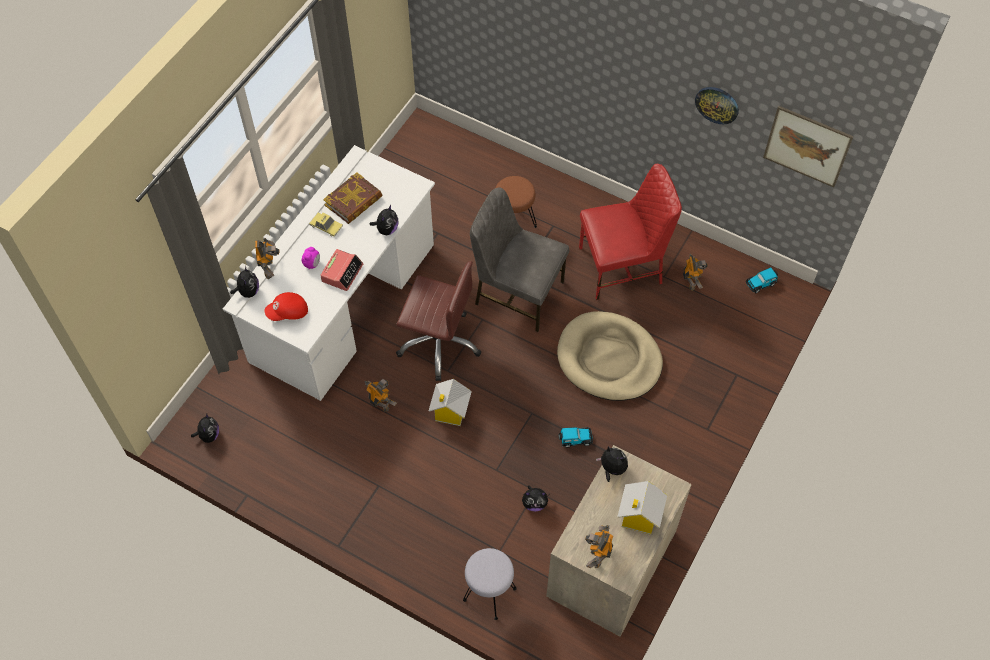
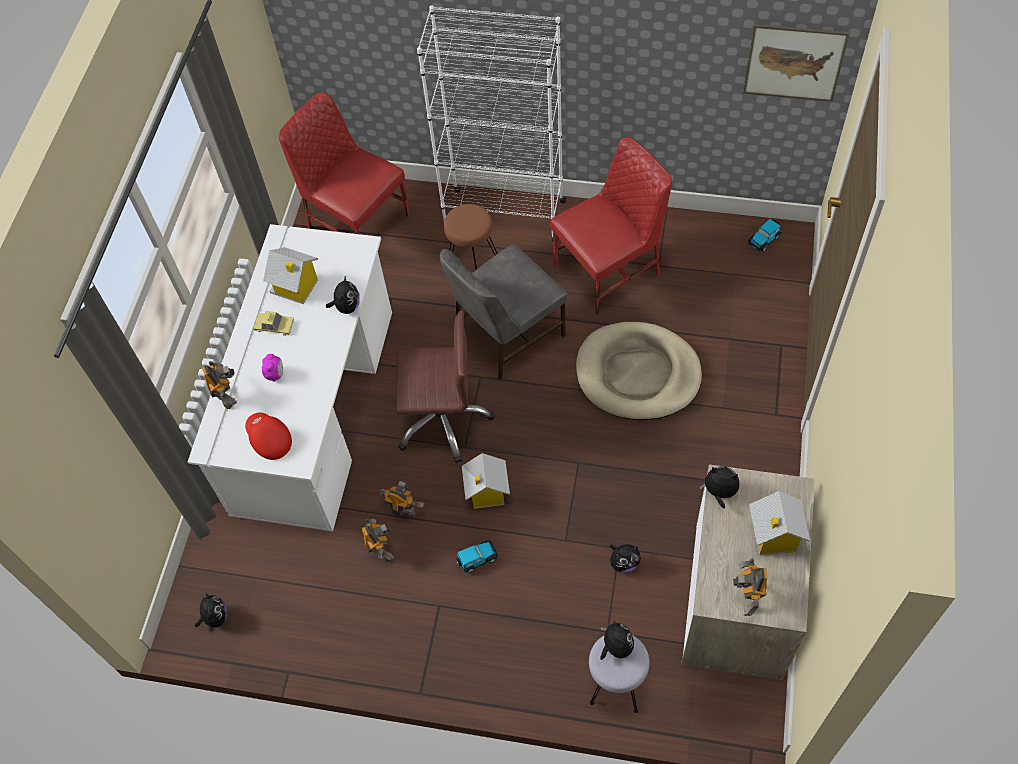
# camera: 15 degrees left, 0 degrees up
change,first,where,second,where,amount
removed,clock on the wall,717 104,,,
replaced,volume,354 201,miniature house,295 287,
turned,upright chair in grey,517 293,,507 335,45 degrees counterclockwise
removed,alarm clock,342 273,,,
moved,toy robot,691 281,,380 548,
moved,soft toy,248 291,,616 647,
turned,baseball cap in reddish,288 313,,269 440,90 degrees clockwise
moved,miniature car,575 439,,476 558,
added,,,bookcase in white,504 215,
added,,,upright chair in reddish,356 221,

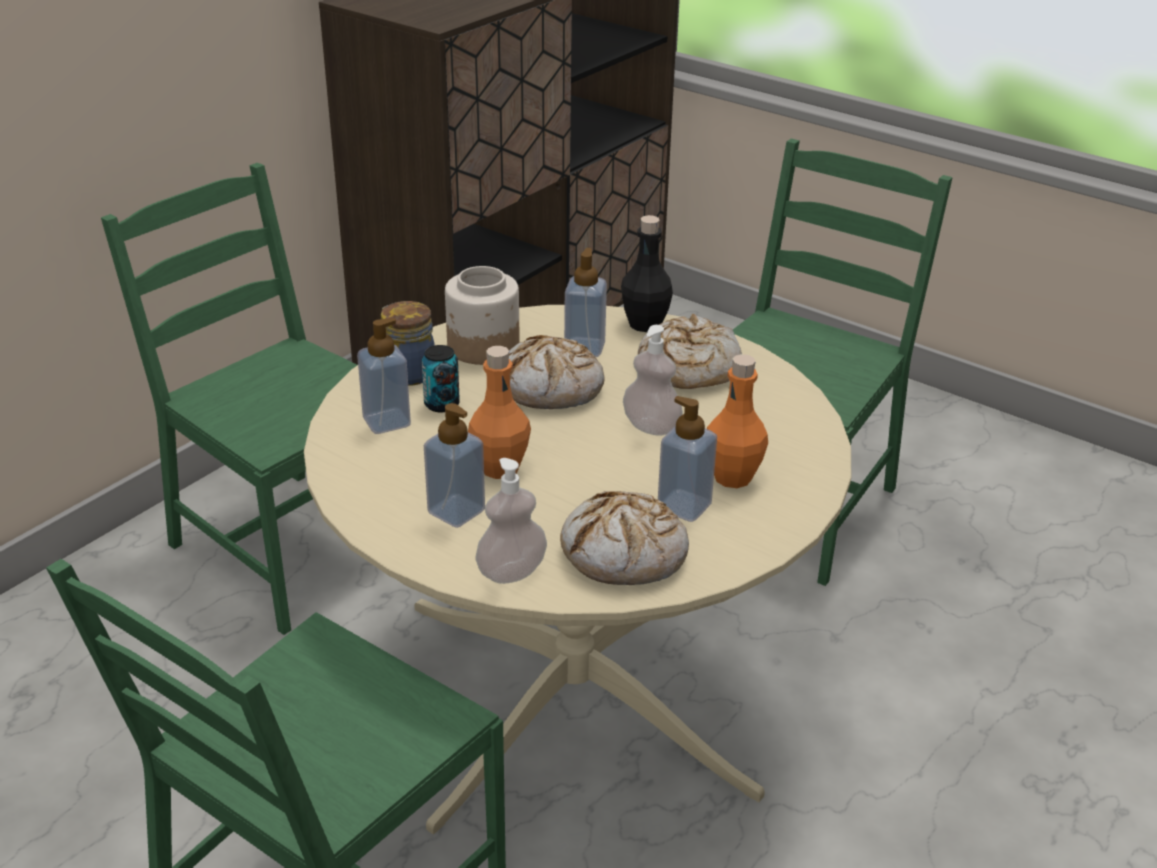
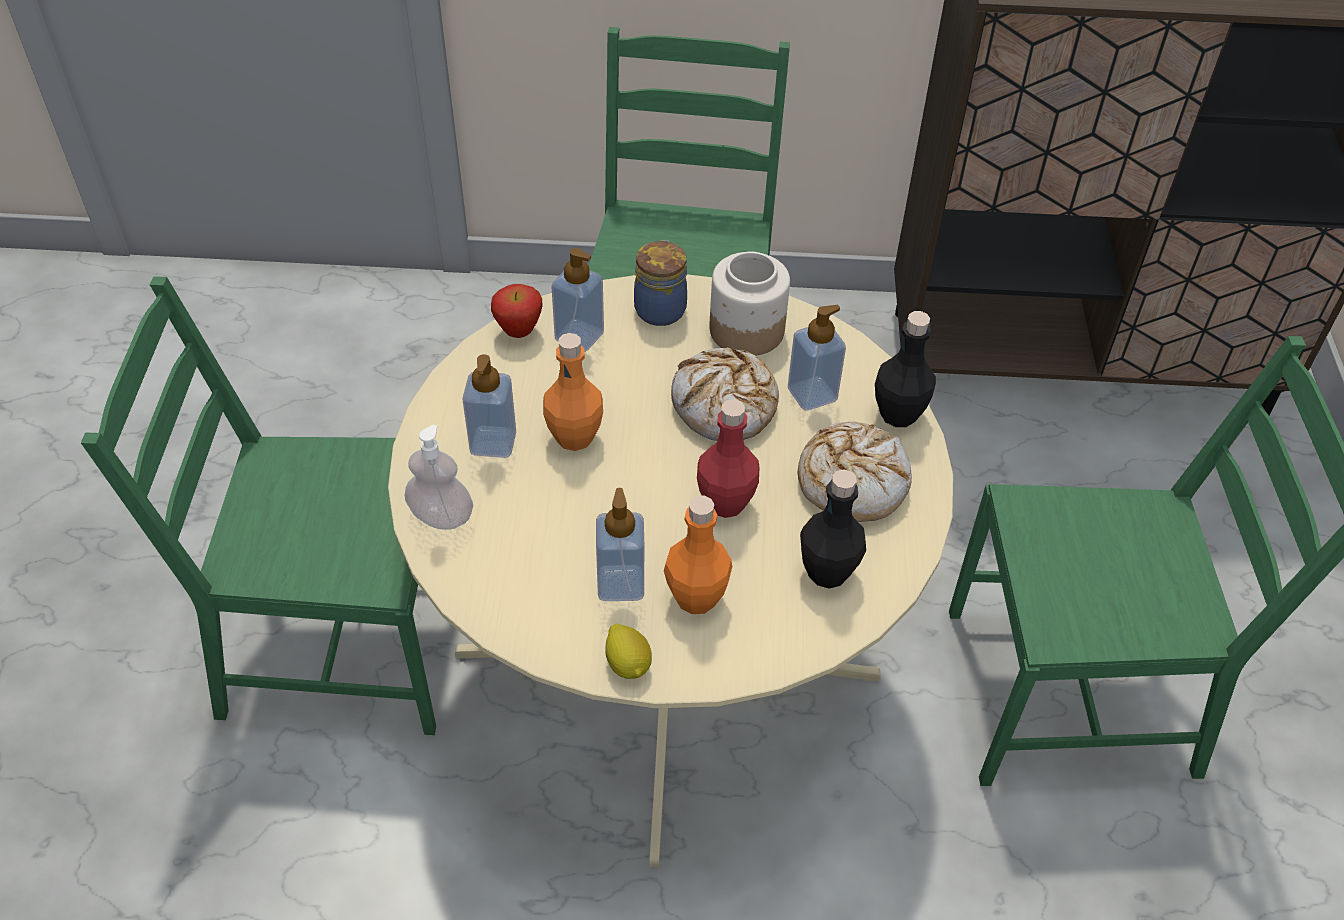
# camera: 55 degrees right, 15 degrees up
change,first,where,second,where,amount
replaced,liquid soap bottle,651 426,drink bottle in reddish,725 502,
removed,sealed can,442 404,,,
removed,bakery bread,625 553,,,
added,,,apple,519 332,
added,,,drink bottle in black-coloured,827 572,
added,,,citrus fruit,628 664,

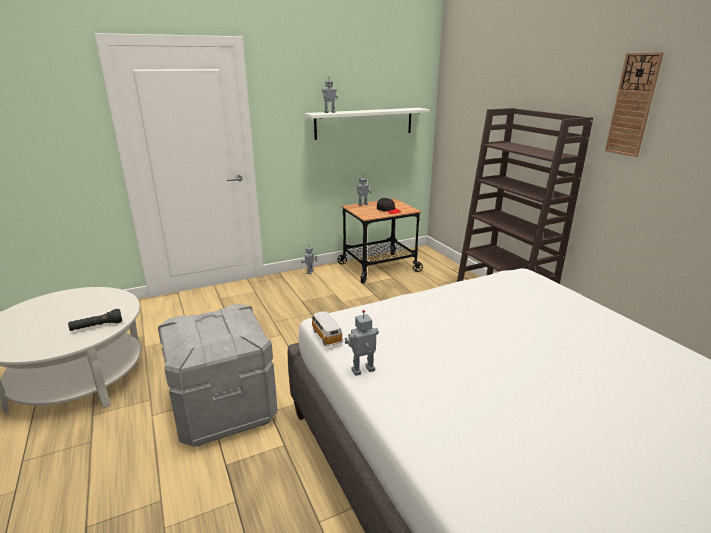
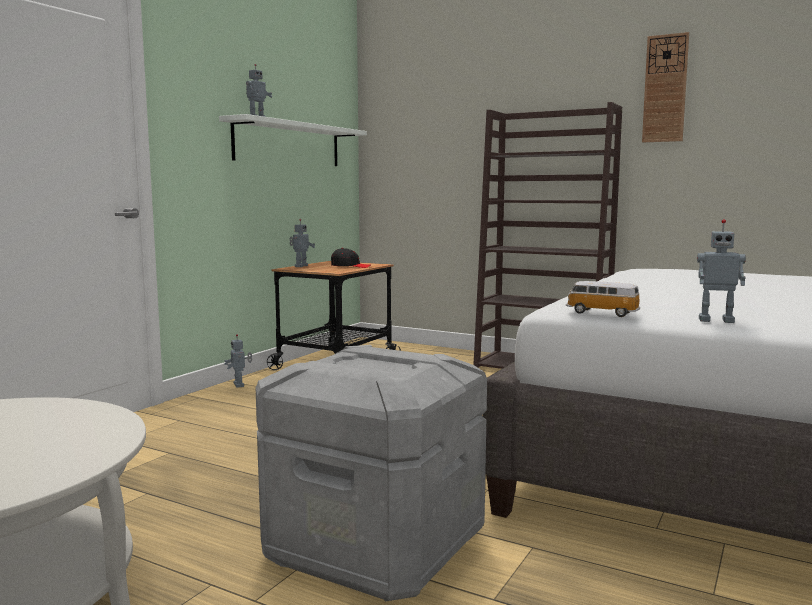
# camera: 35 degrees left, 15 degrees down
change,first,where,second,where,amount
removed,flashlight in black-coloured,97 327,,,
turned,toy robot,363 371,,716 320,105 degrees counterclockwise

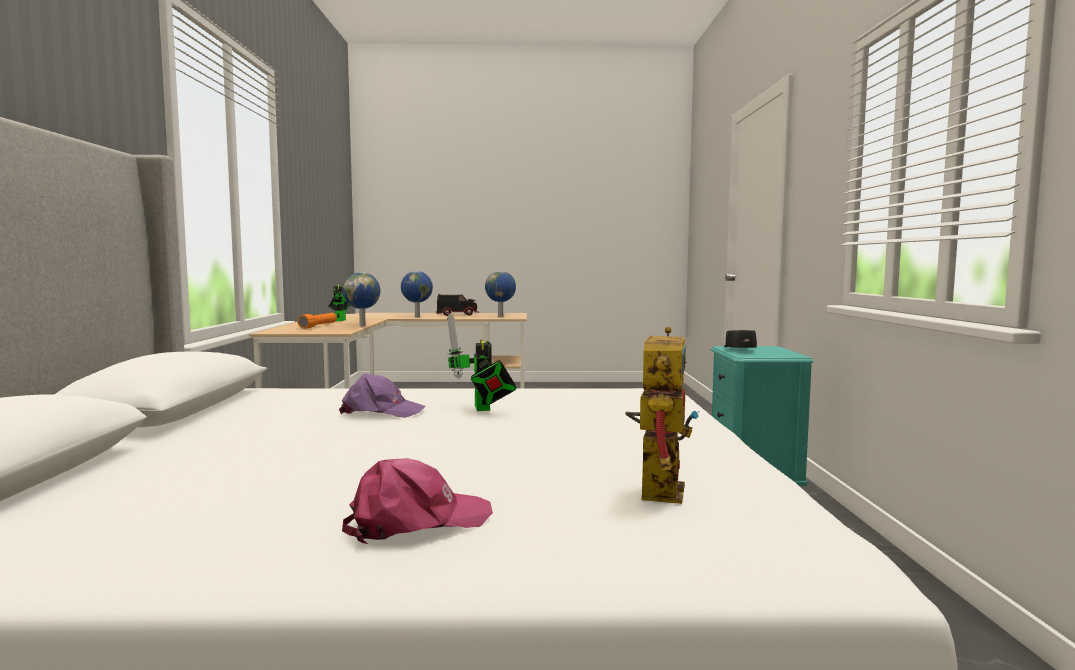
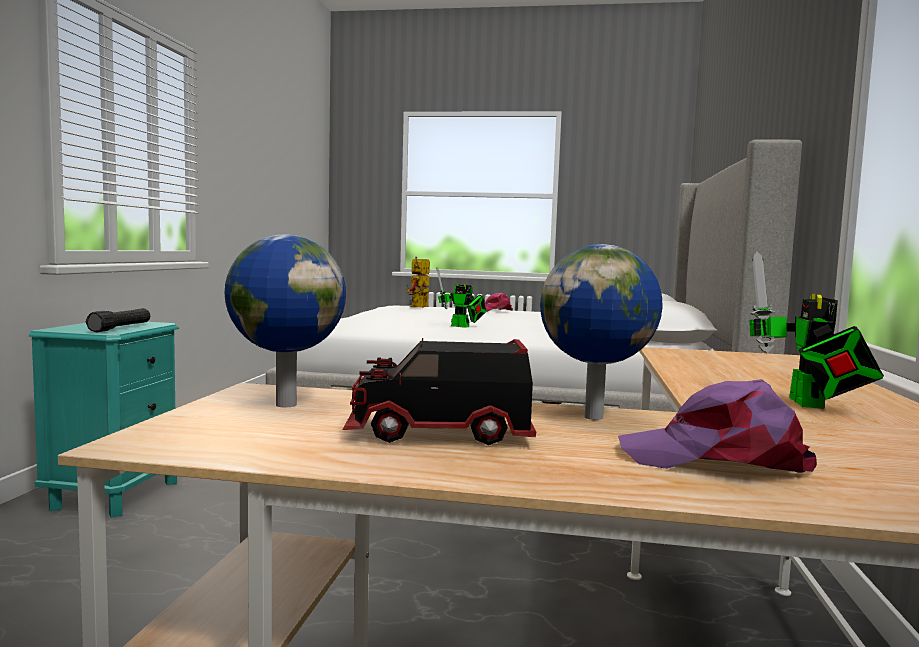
# camera: 170 degrees left, 0 degrees up
change,first,where,second,where,amount
removed,globe,363 325,,,
removed,flashlight in orange-coloured,318 326,,,
turned,toy robot,482 409,,462 326,120 degrees clockwise
replaced,baseball cap in black-coloured,738 349,flashlight in black-coloured,120 328,
moved,baseball cap in purplish,381 411,,716 459,

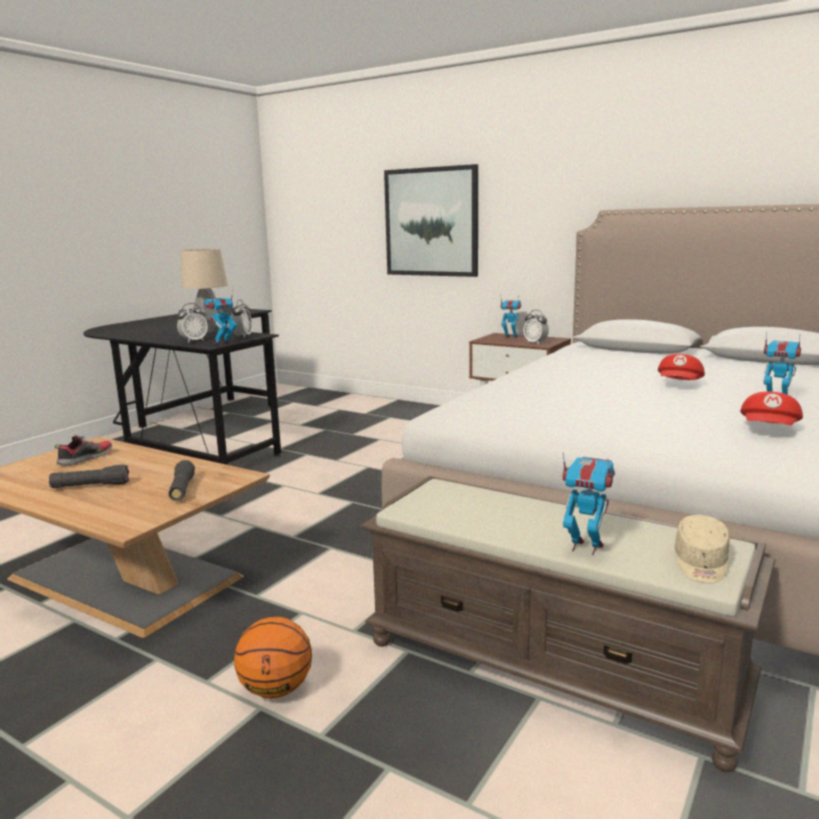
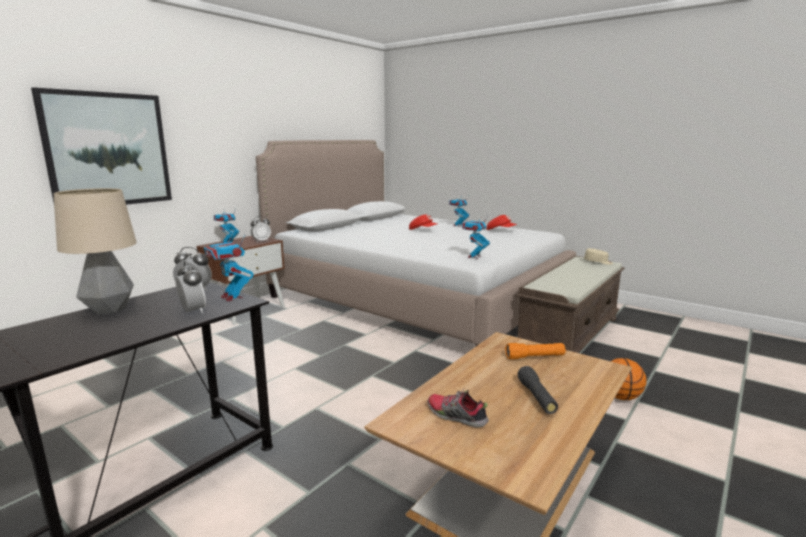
# camera: 85 degrees left, 0 degrees up
change,first,where,second,where,amount
moved,toy robot,585 547,,474 257,
recoloured,flashlight in black-coloured,182 489,flashlight in orange-coloured,534 357,

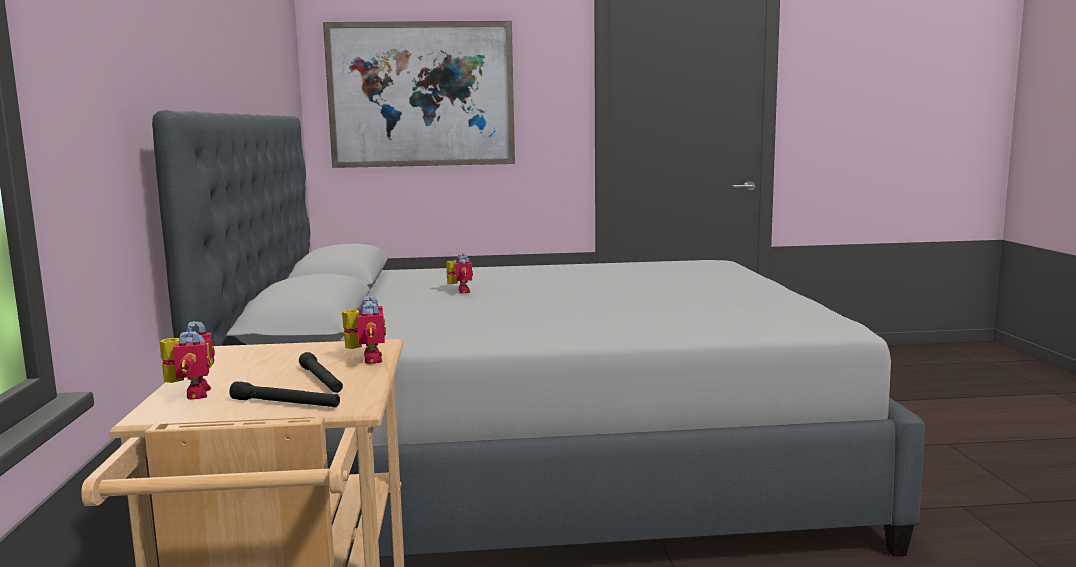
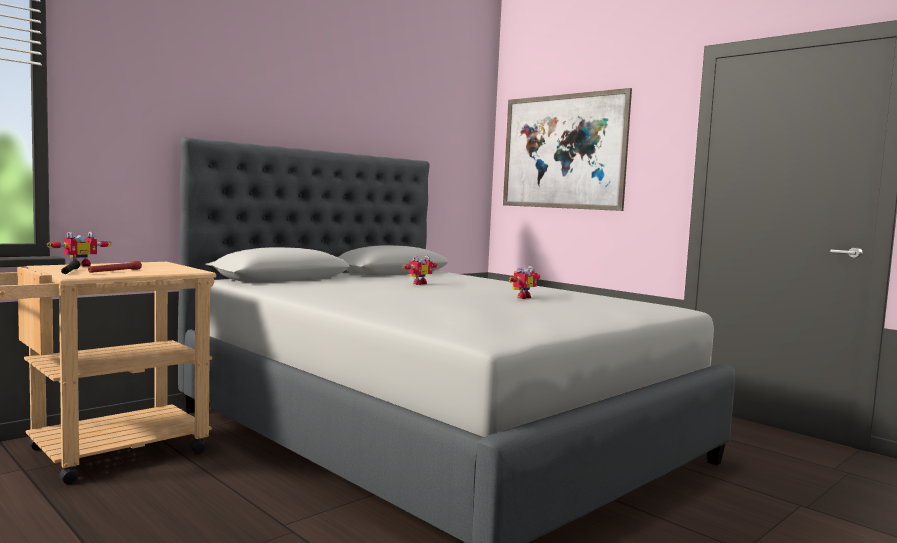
# camera: 50 degrees right, 5 degrees down
change,first,where,second,where,amount
moved,toy robot,366 359,,521 297,
recoloured,flashlight in black-coloured,321 380,flashlight in reddish,115 271,

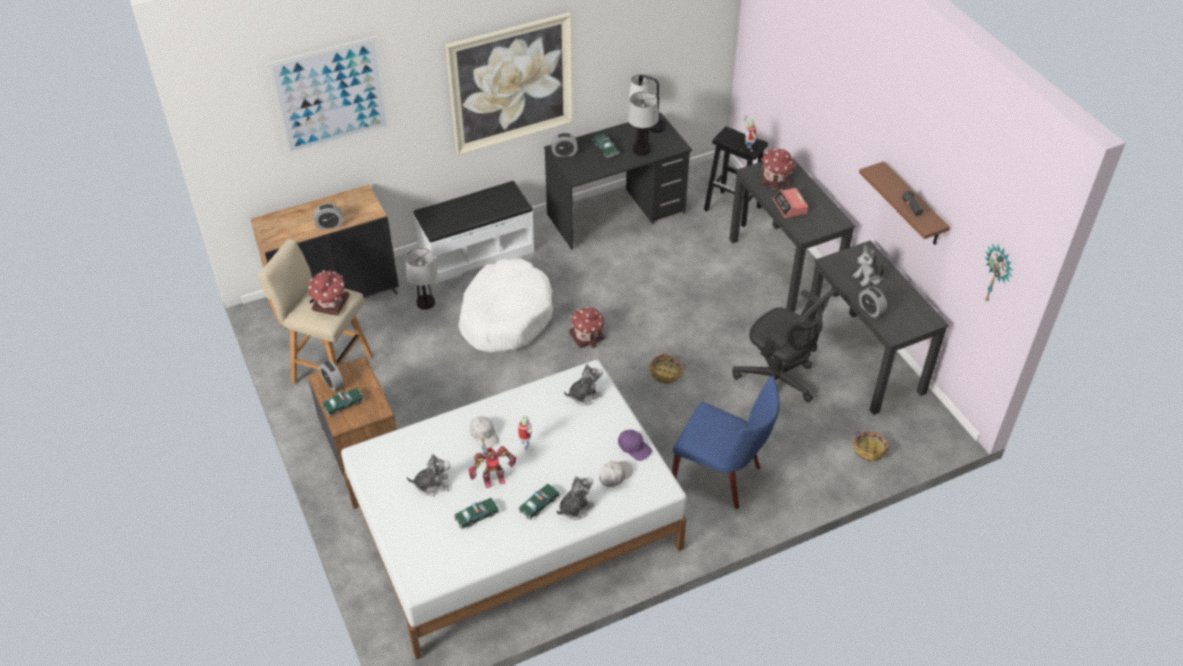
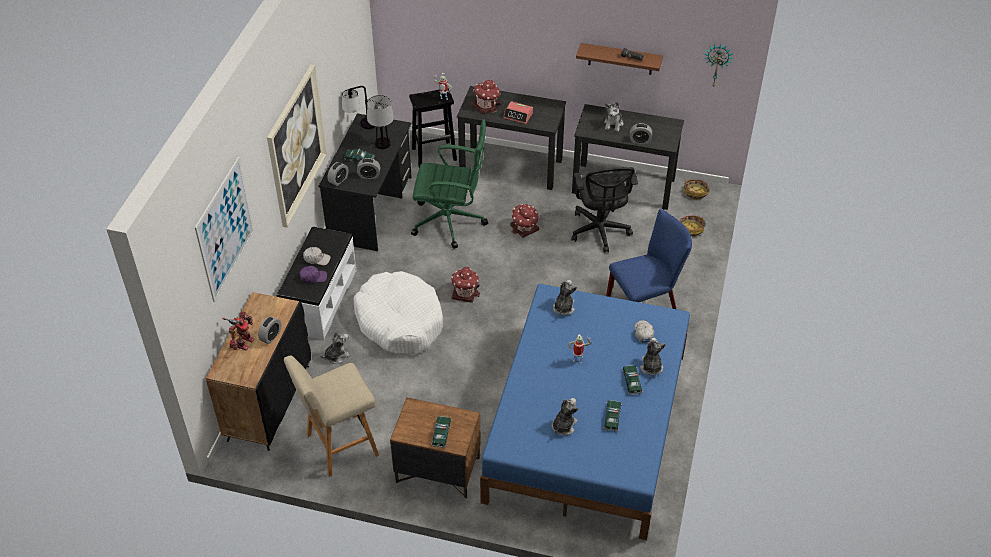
# camera: 50 degrees left, 0 degrees up
change,first,where,second,where,amount
replaced,tabletop lamp,425 302,soft toy,336 356,
moved,miniature house,330 304,,524 228,
turned,desk chair in black-coloured,778 381,,600 231,90 degrees clockwise
moved,storage basket,666 374,,696 192,
moved,alarm clock,333 383,,369 176,
recoloured,bedroom bed in white,514 524,bedroom bed in blue,586 425,
moved,baseball cap in white,484 435,,316 259,
moved,baseball cap in purplish,634 447,,313 277,
moved,toy robot,493 478,,243 342,
added,,,desk chair in greenish,451 222,

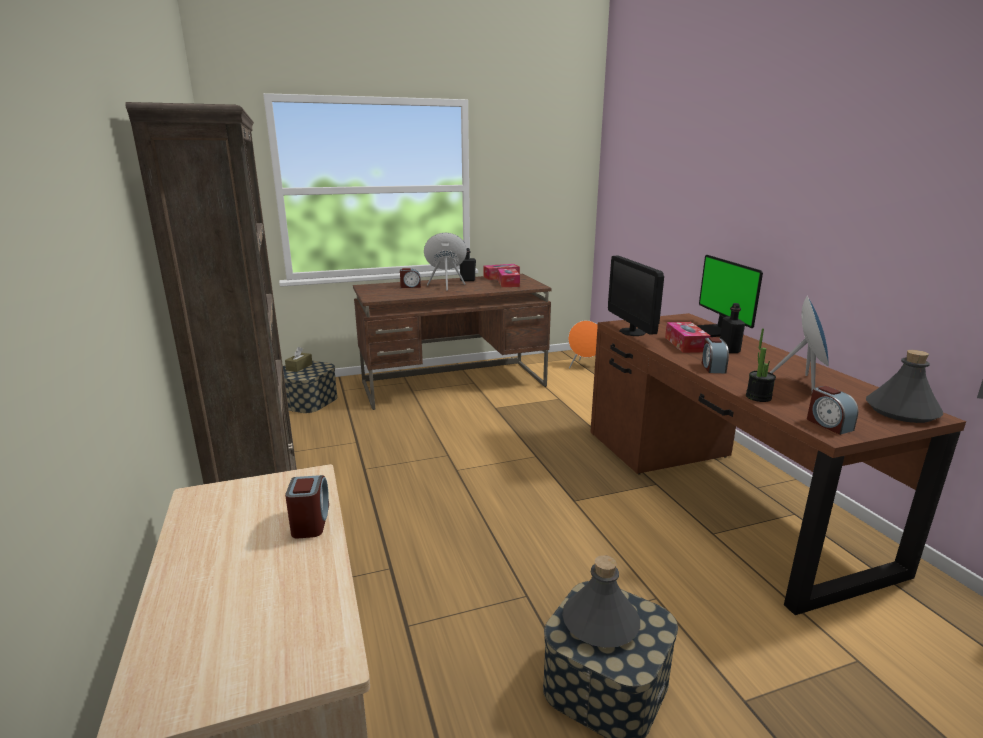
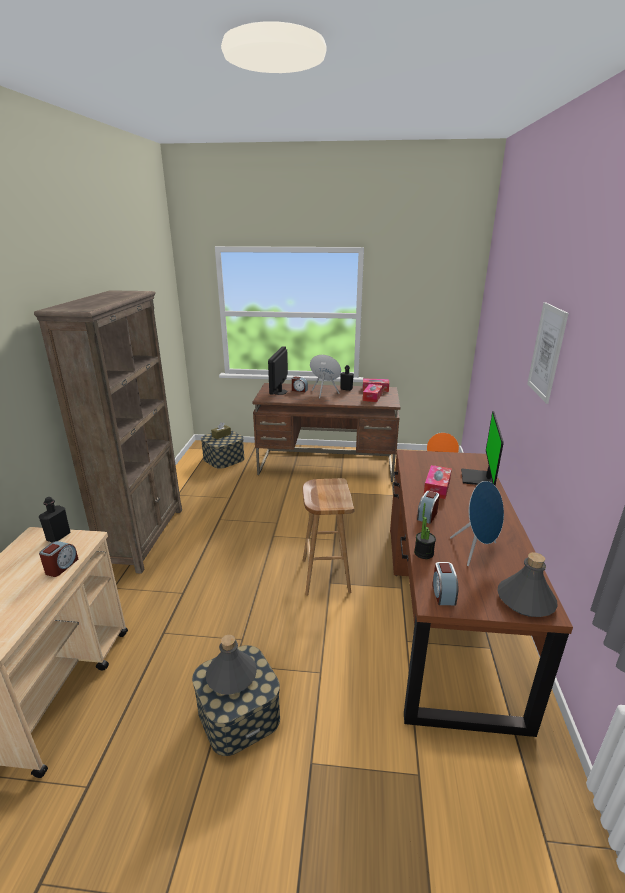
# camera: 25 degrees right, 5 degrees up
change,first,where,second,where,amount
moved,computer screen,632 332,,280 392,
moved,drink bottle in black-coloured,729 350,,58 536,
added,,,picture,546 352,
added,,,sitting stool in brownish,325 575,

